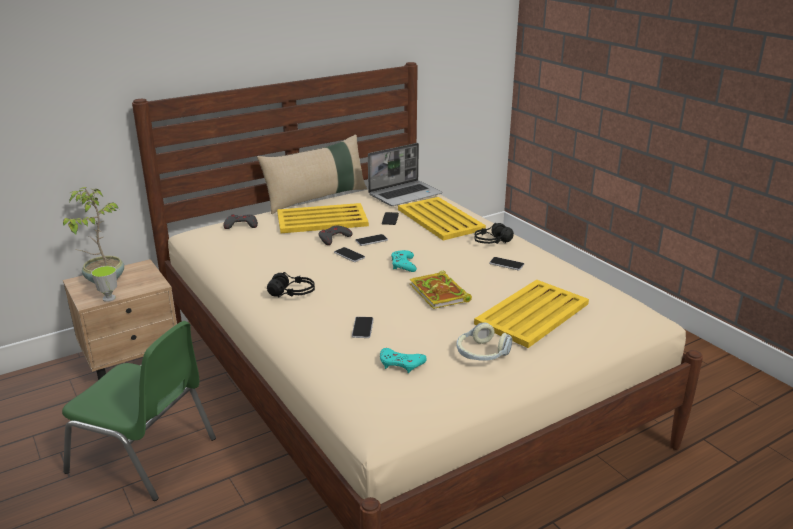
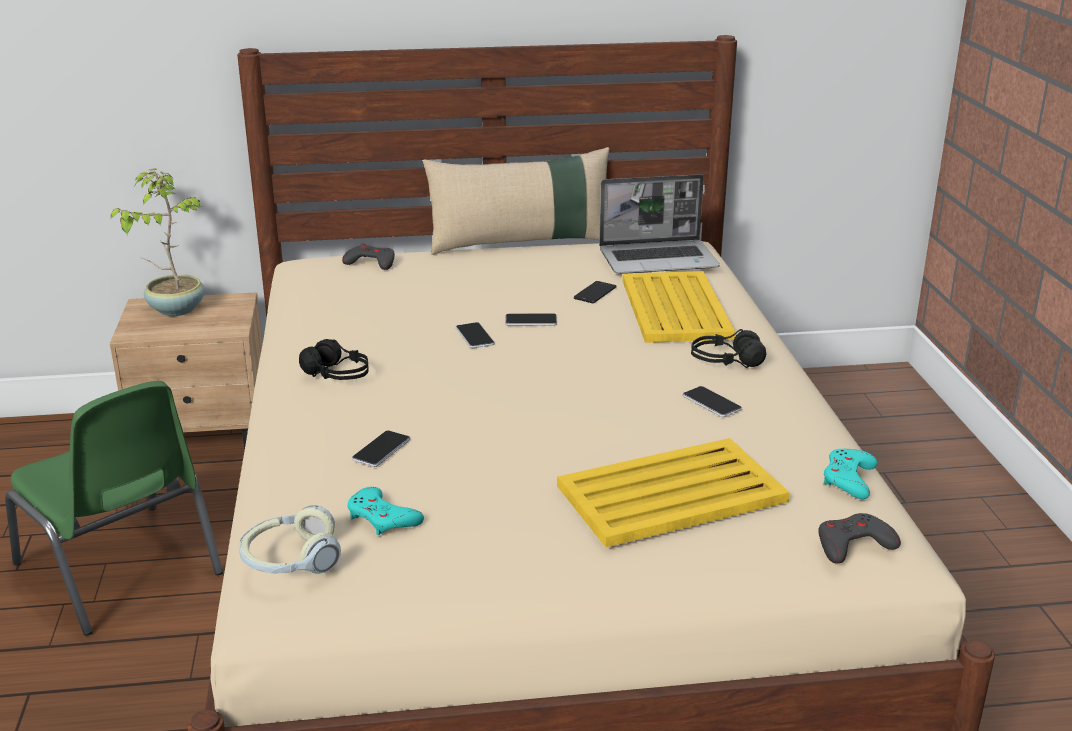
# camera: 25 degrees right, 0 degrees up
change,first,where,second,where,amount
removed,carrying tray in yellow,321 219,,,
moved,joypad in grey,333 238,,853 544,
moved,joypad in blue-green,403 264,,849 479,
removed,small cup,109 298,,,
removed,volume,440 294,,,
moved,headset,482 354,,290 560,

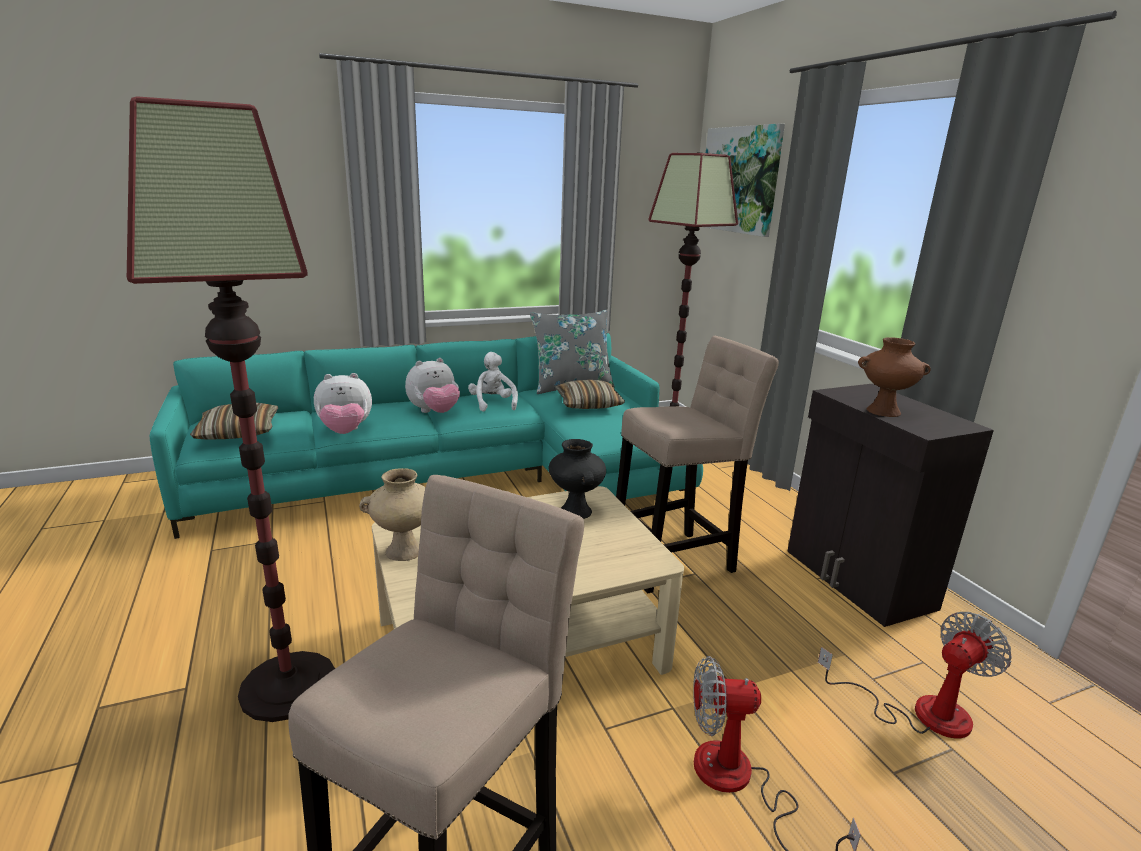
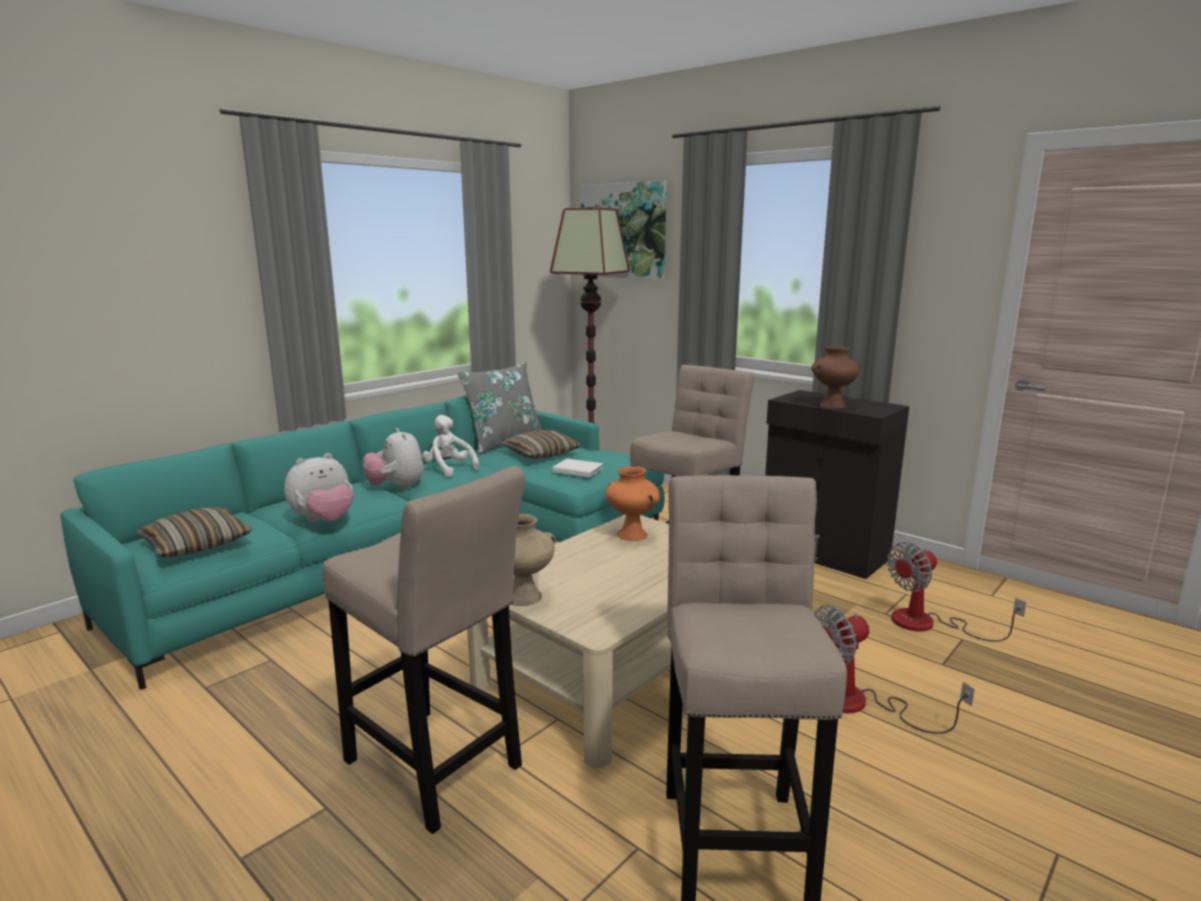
# camera: 25 degrees left, 5 degrees down
change,first,where,second,where,amount
replaced,standard lamp,287 687,sitting stool in beige-coloured,437 769,
turned,soft toy,434 412,,396 487,120 degrees clockwise
recoloured,decorative vase in black-coloured,574 511,decorative vase in orange-coloured,631 535,
turned,electric fan,920 712,,928 624,150 degrees counterclockwise
added,,,volume in white,577 469,

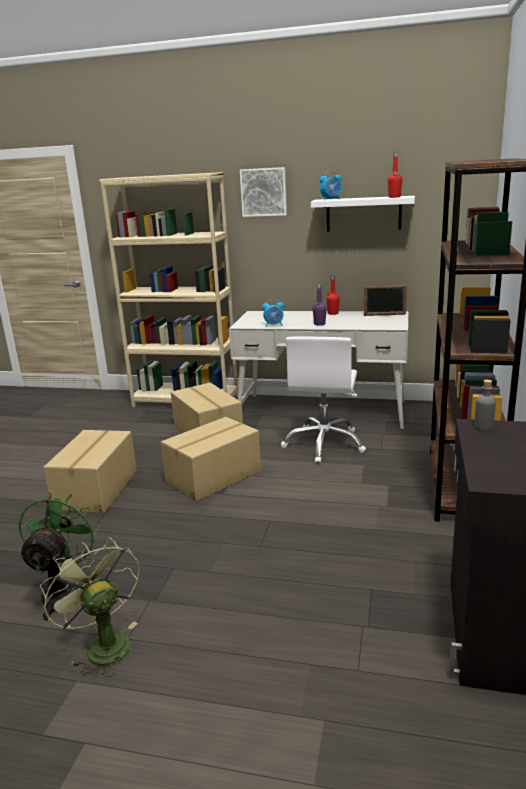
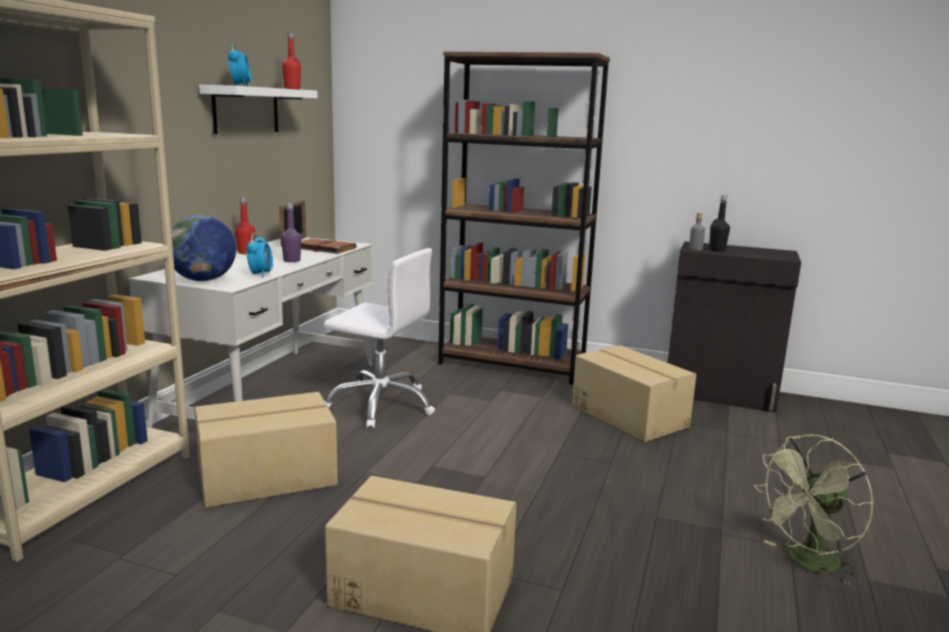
# camera: 85 degrees left, 5 degrees down
change,first,where,second,where,amount
removed,picture,264 192,,,
moved,carton,214 477,,629 416,
removed,electric fan in greenish,63 591,,,
added,,,drink bottle in black-coloured,717 250,
added,,,globe,203 280,
added,,,volume in brownish,324 248,

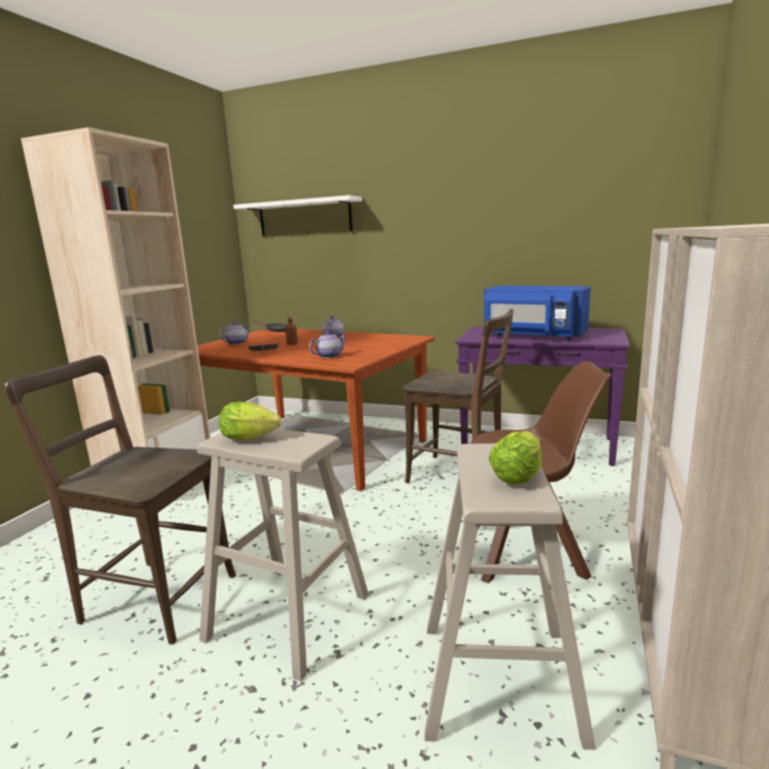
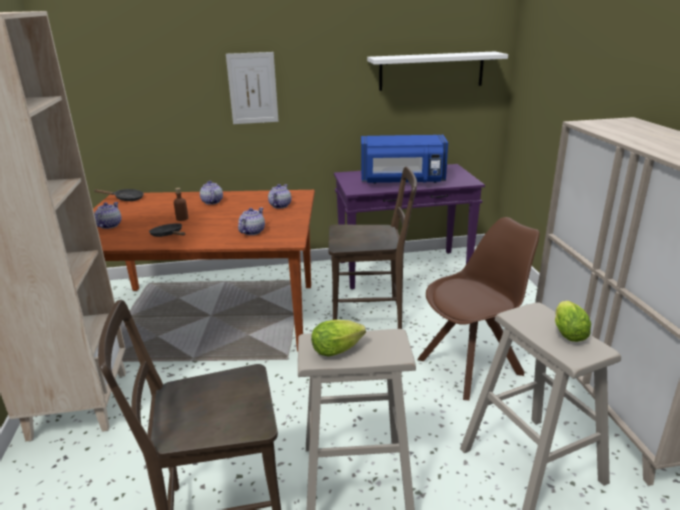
# camera: 30 degrees left, 10 degrees up
change,first,where,second,where,amount
moved,bracket shelf in white,304 217,,431 71,
added,,,picture,252 88,
added,,,pot for tea,280 205,

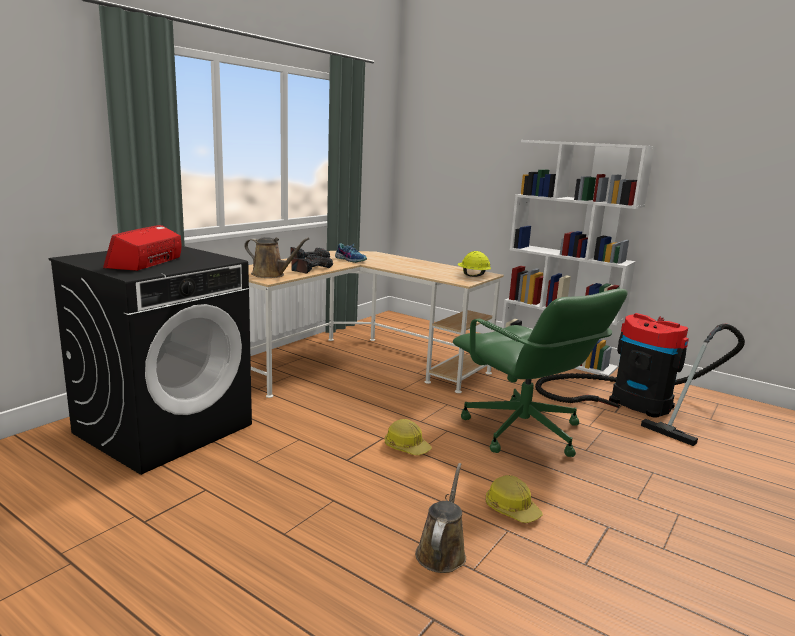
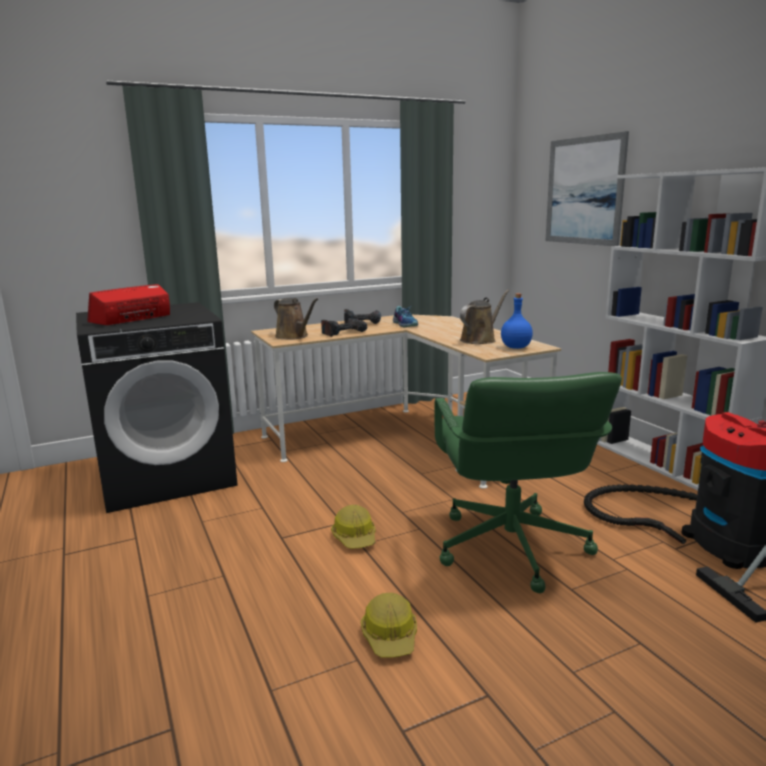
# camera: 30 degrees right, 0 degrees up
change,first,where,second,where,amount
replaced,hard hat in yellow,473 276,drink bottle in blue,515 347,
moved,watering can in brownish,441 551,,480 340,
added,,,picture,584 191,

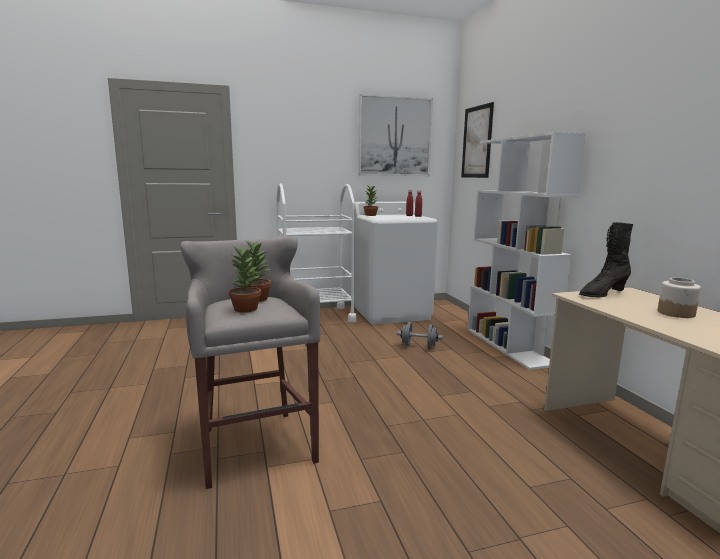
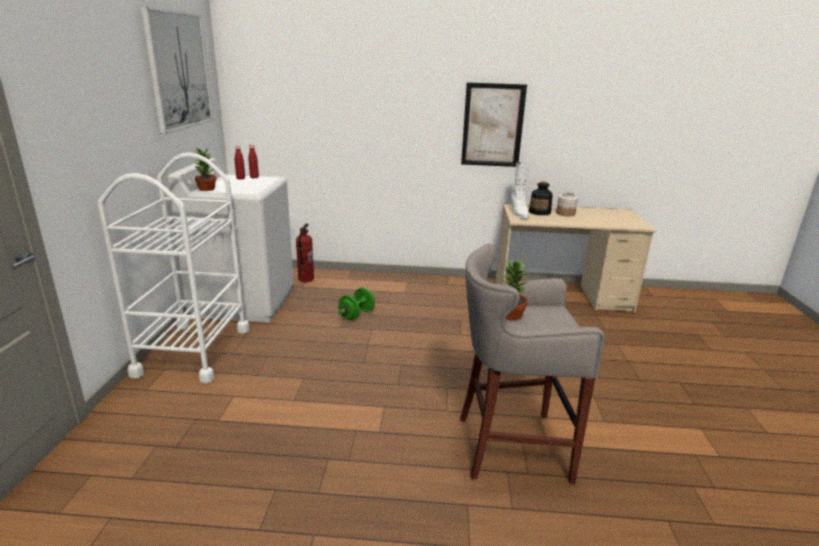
# camera: 70 degrees left, 10 degrees up
change,first,where,second,where,amount
moved,picture,477 142,,492 125,
removed,bookcase in white,509 346,,,
recoloured,high-top boot in black-coloured,602 294,high-top boot in white,519 213,
removed,plant in a pot,245 309,,,
recoloured,free weight in grey,419 346,free weight in greenish,356 315,
added,,,drink bottle,540 212,
added,,,fire extinguisher,305 279,

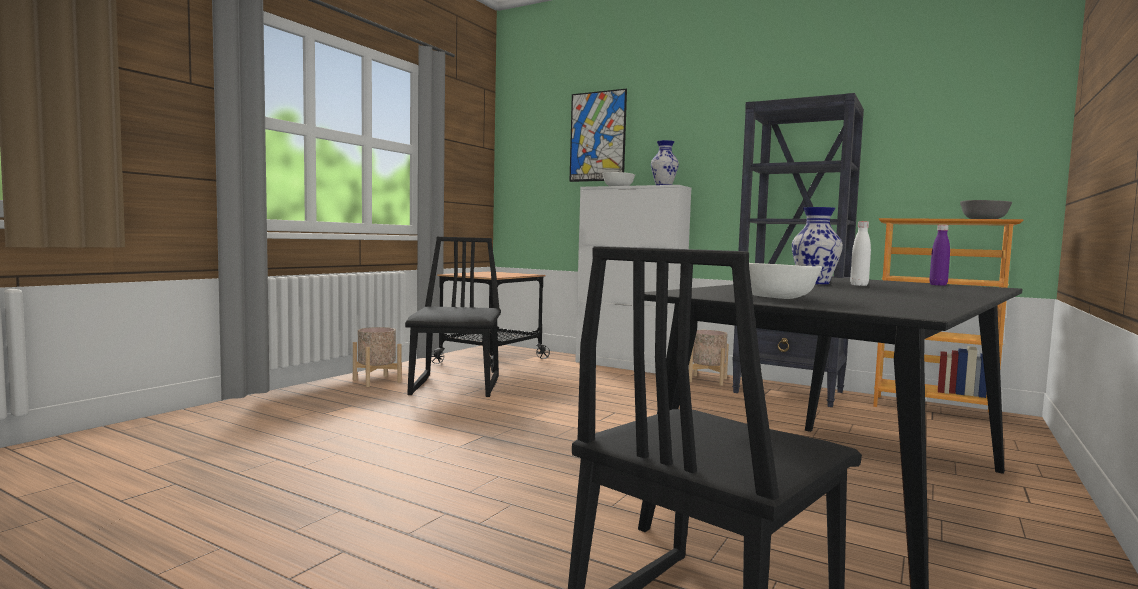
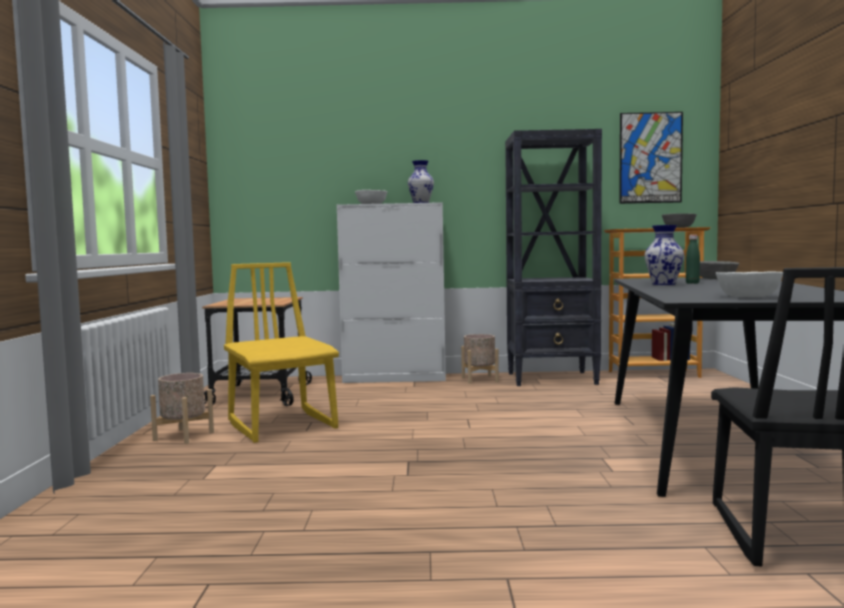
# camera: 30 degrees left, 0 degrees up
change,first,where,second,where,amount
moved,picture,597 136,,650 158,
recoloured,drink bottle in white,859 285,drink bottle in greenish,692 283,
replaced,drink bottle in purplish,938 285,bowl in grey,715 279,
recoloured,upright chair in black-coloured,457 386,upright chair in yellow,283 425,

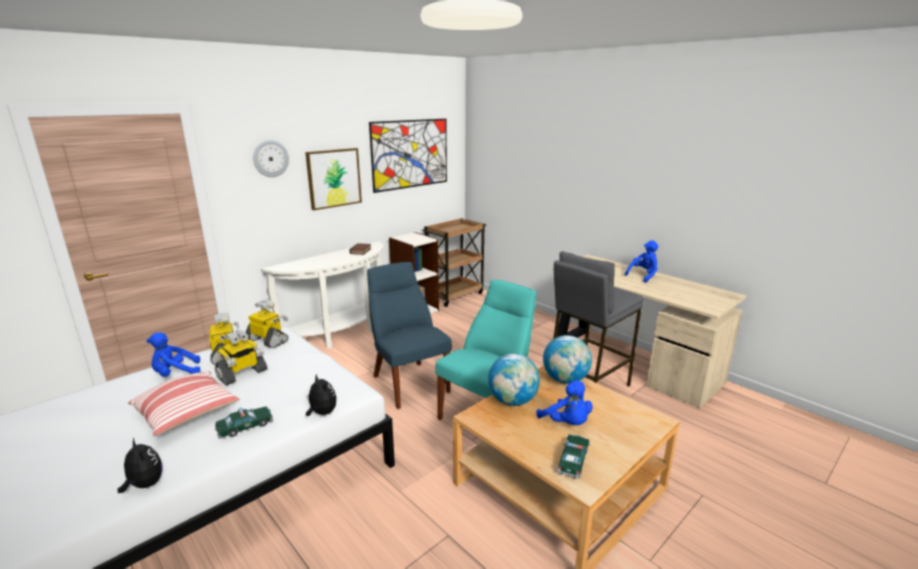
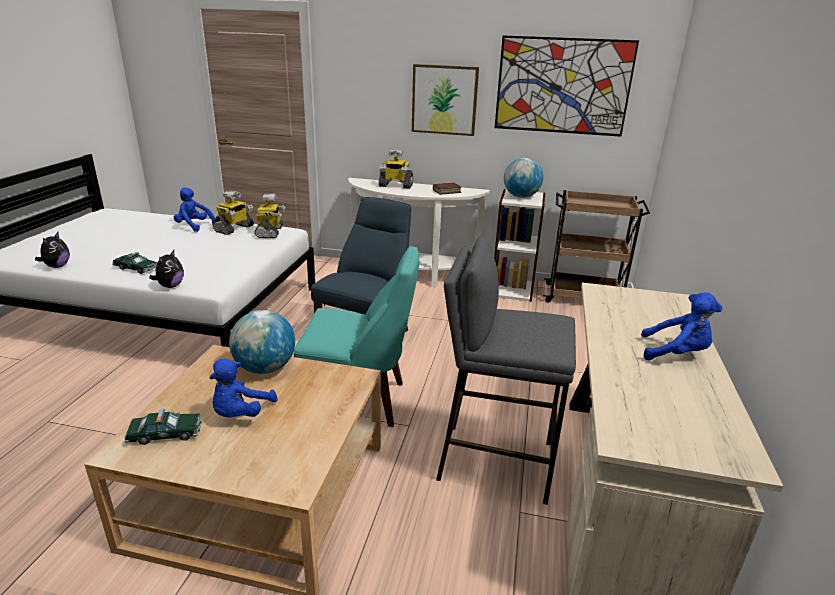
# camera: 55 degrees right, 5 degrees up
change,first,where,second,where,amount
removed,clock on the wall,270 158,,,
moved,toy robot,242 374,,395 186,
moved,globe,565 380,,521 196,
removed,throw pillow,188 414,,,

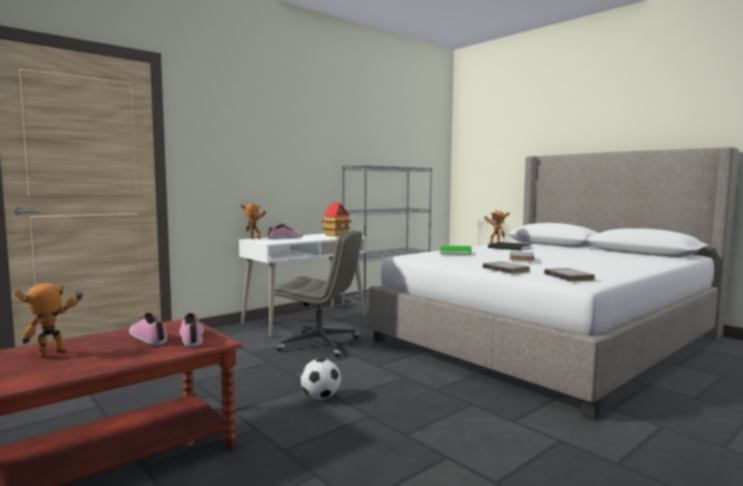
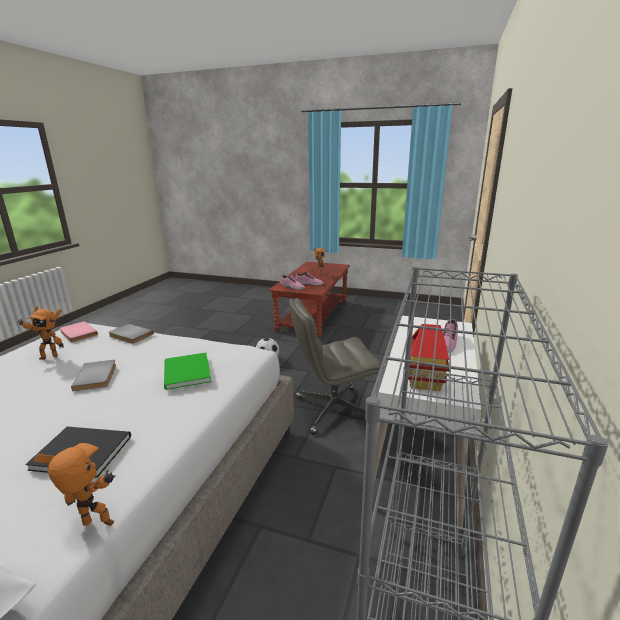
# camera: 150 degrees right, 15 degrees up
change,first,where,second,where,amount
moved,toy robot,255 239,,49 356,
recoloured,volume in grey,570 276,volume in pink-coloured,77 333,

